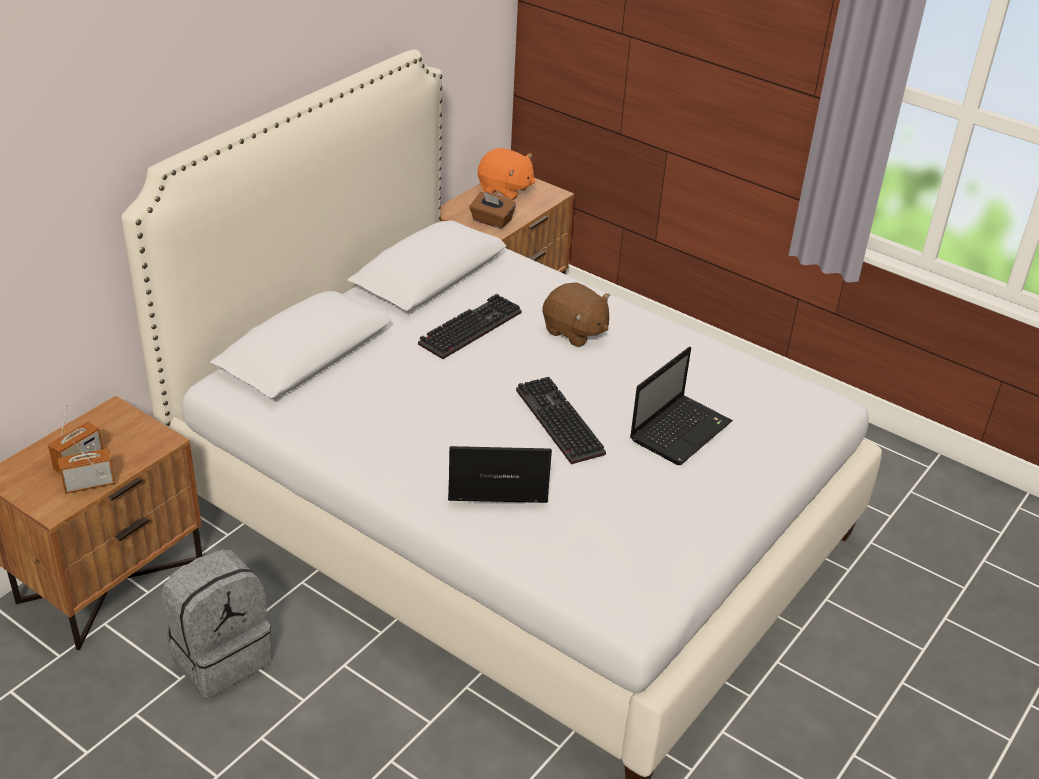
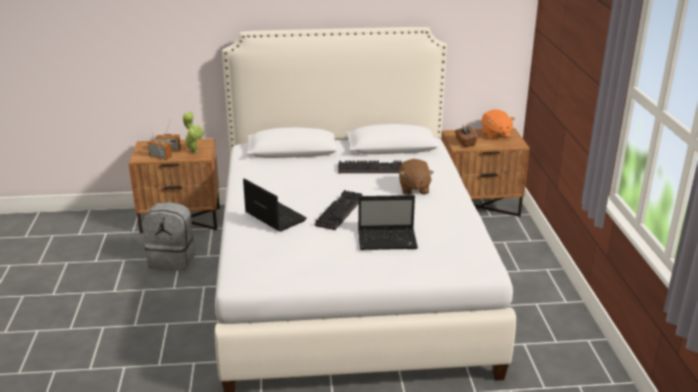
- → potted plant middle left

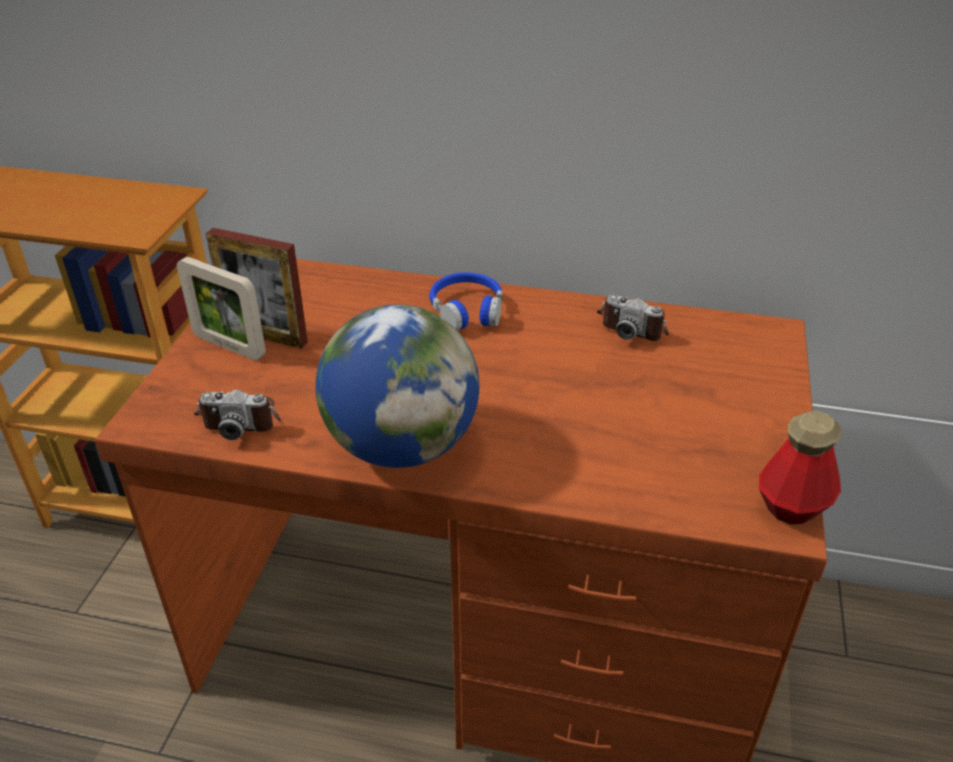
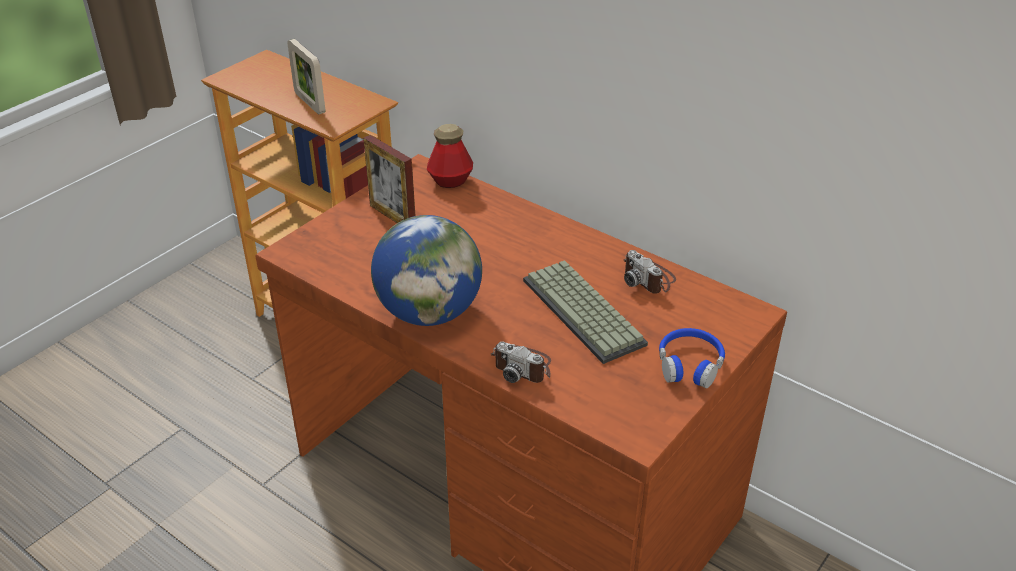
picture frame (1st from left) middle left → picture frame (1st from left) top left, move
photo camera (1st from left) middle left → photo camera (1st from left) centre, move
headphones (bluish) centre → headphones (bluish) middle right, move
bottle middle right → bottle top centre, move
- → computer keyboard centre

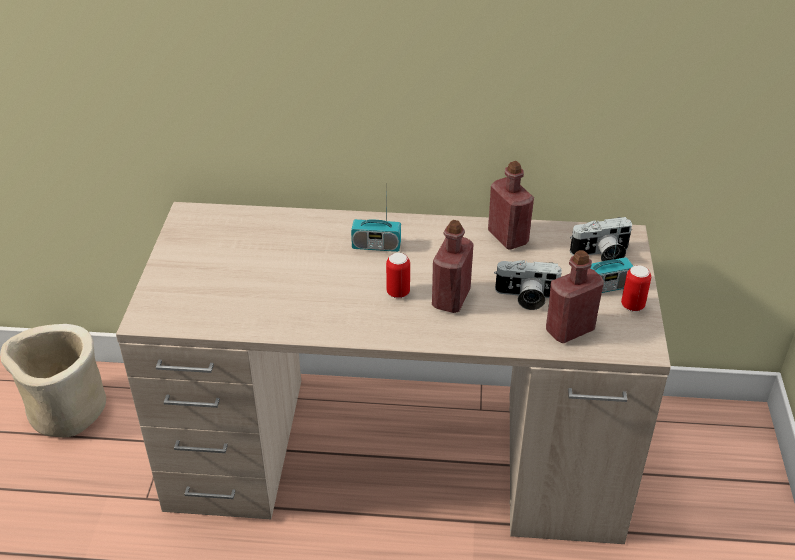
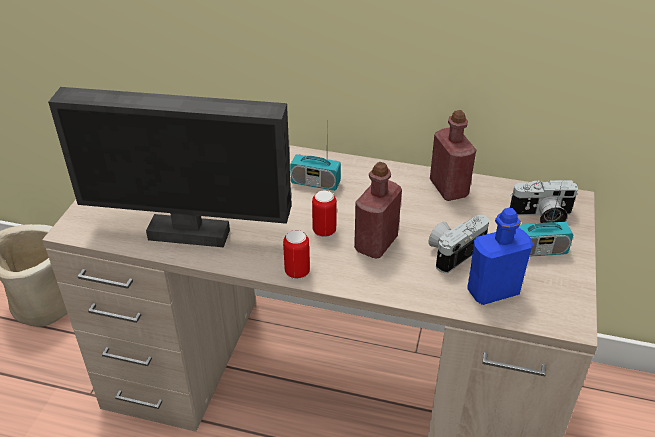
photo camera (1st from left) centre → photo camera (1st from left) middle right, 120 degrees clockwise
bottle (red-coloured) (3rd from left) middle right → bottle (bluish) middle right
metal can (2nd from left in the first image) middle right → metal can (1st from left) centre, move
- → monitor middle left

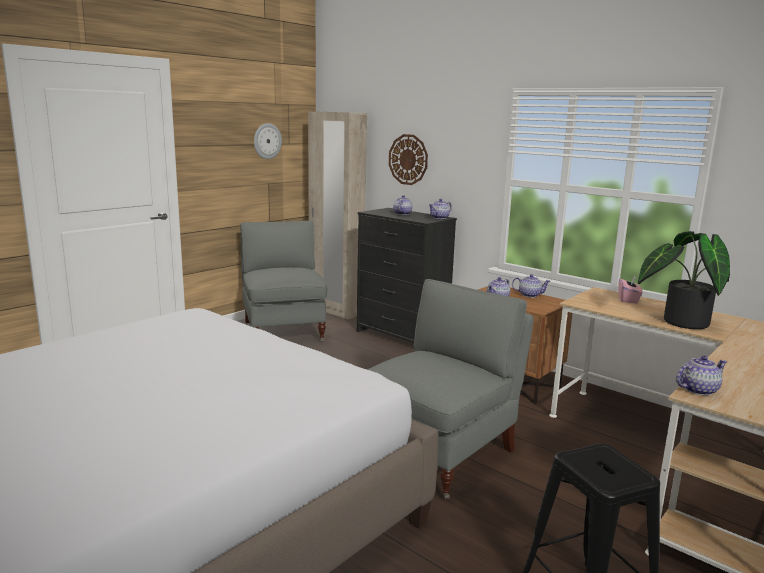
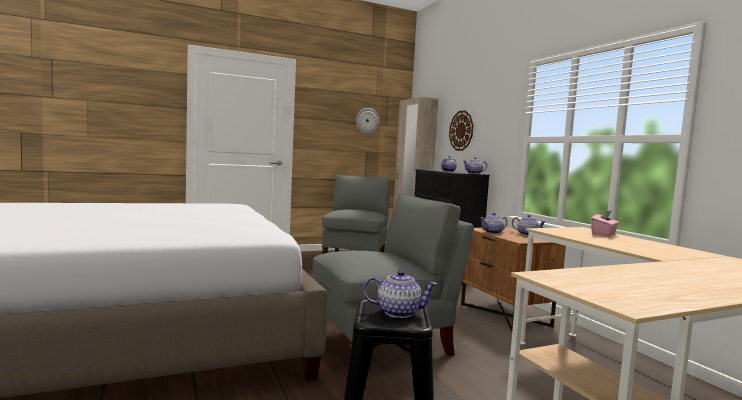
potted plant middle right → -
tea pot (5th from left in the first image) middle right → tea pot (1st from left) bottom centre, move

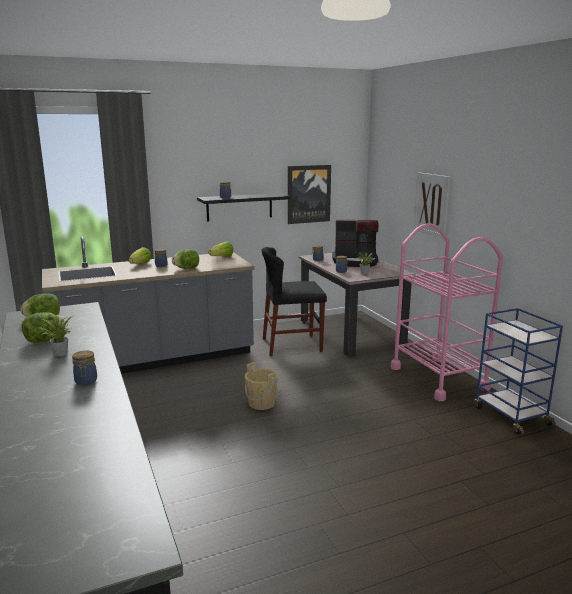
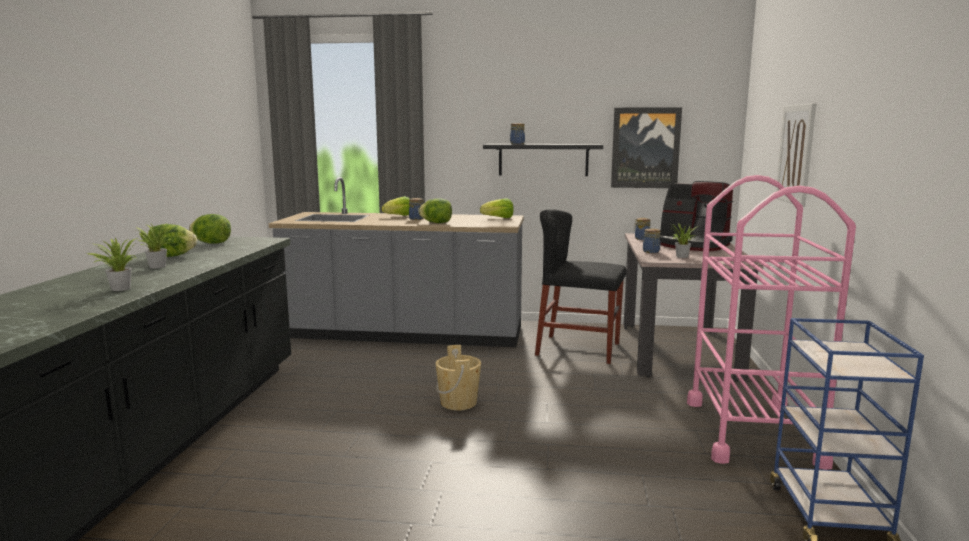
storage jar (1st from left) middle left → potted plant (1st from left) middle left

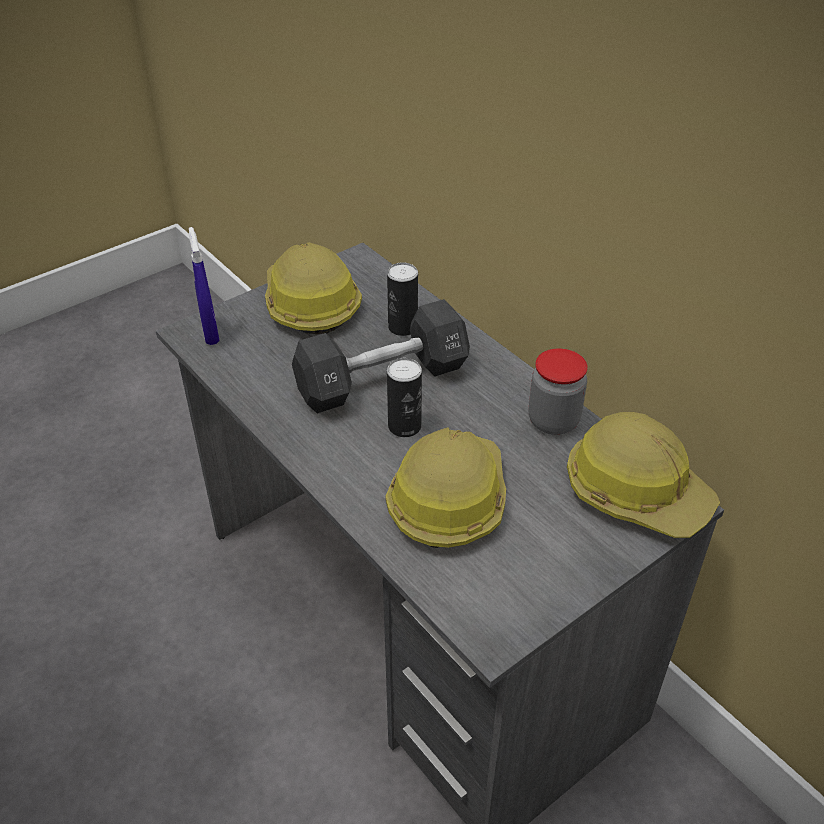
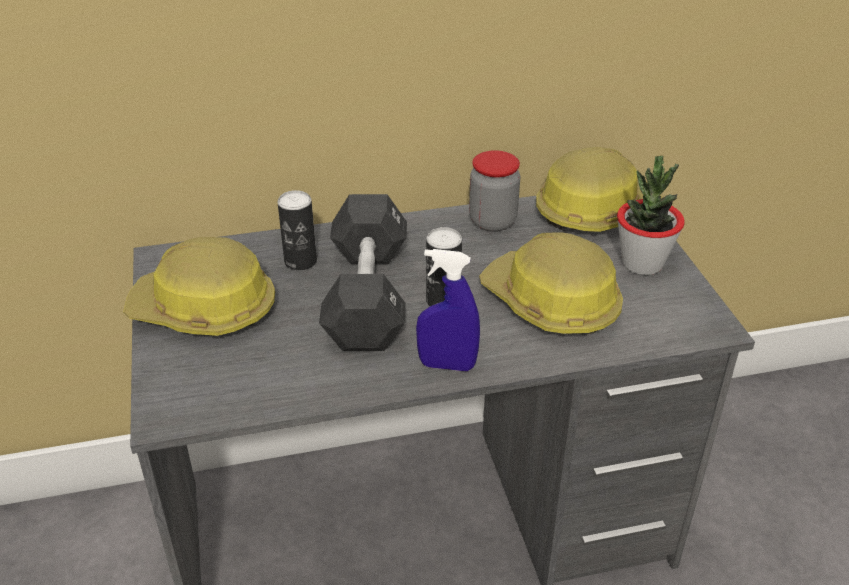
hand sprayer (bluish) middle left → hand sprayer (bluish) centre, move
- → potted plant middle right

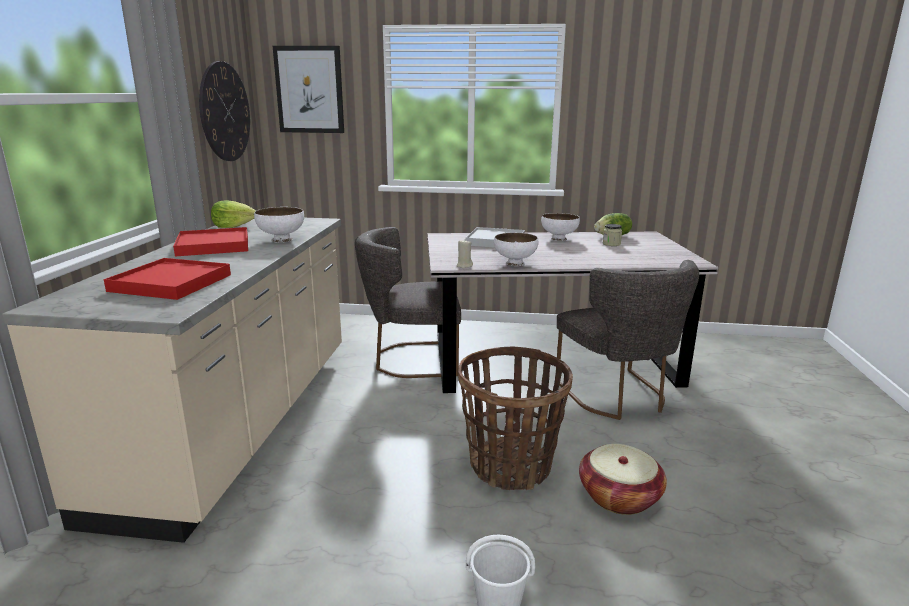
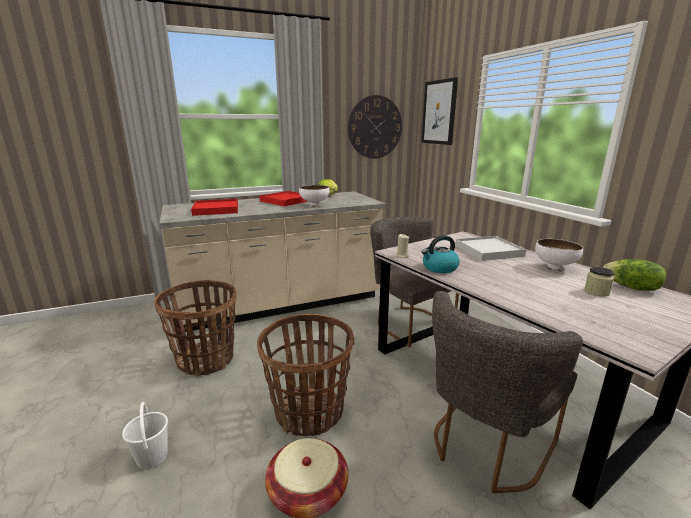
serving bowl (white) (2nd from left) centre → kettle centre
- → household basket (1st from left) middle left

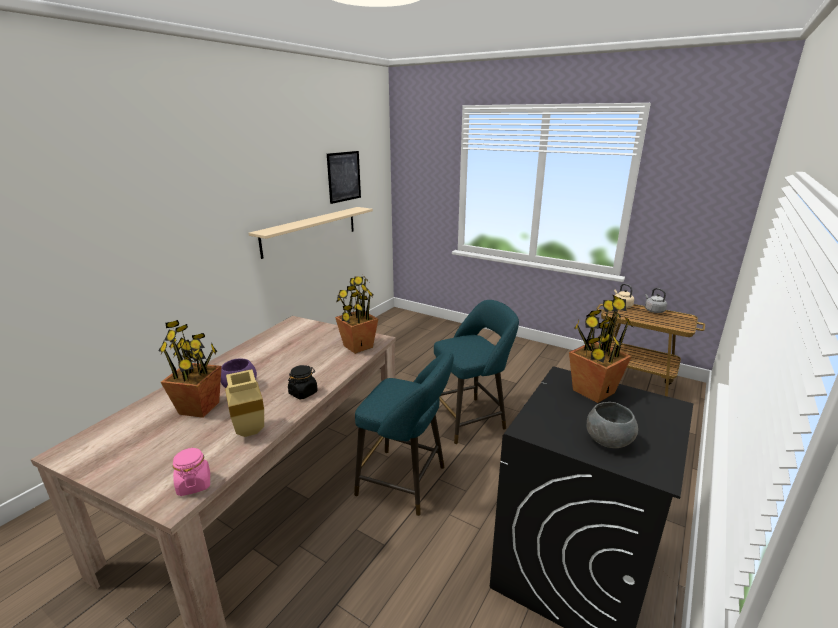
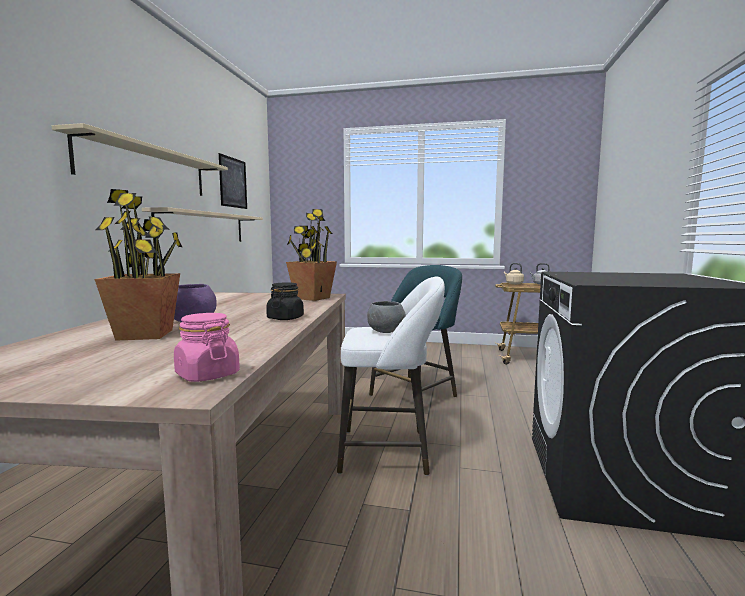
flower vase (sand-coloured) middle left → -
sitting stool (turquoise-coloured) (1st from left) bottom centre → sitting stool (white) centre
potted plant (3rd from left) middle right → -
serving bowl (grey) bottom right → serving bowl (grey) centre, move
- → bracket shelf (sand-coloured) (1st from left) top left

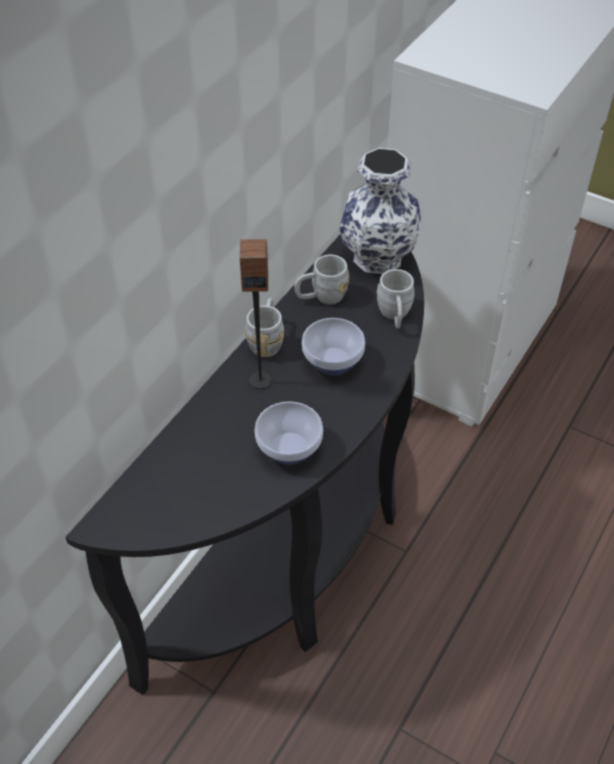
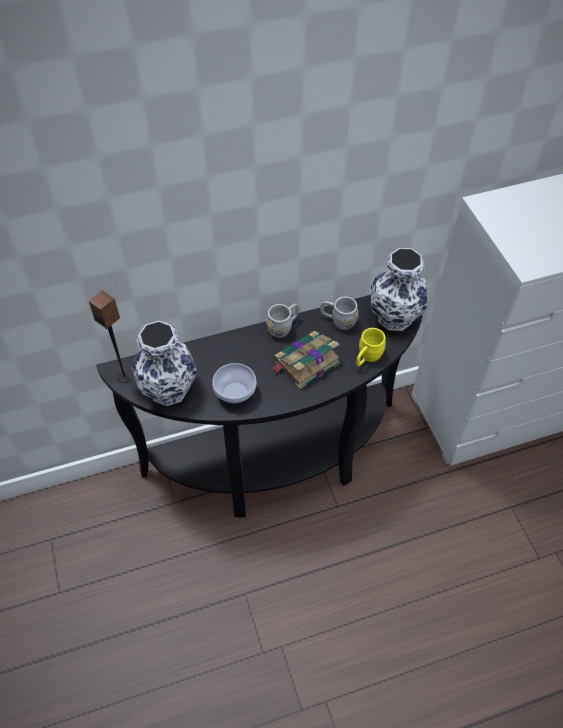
audio speaker centre → audio speaker middle left, move
serving bowl (2nd from left) centre → volume centre
tea mug (grey) (3rd from left) centre → tea mug (yellow) centre
- → flower vase (1st from left) middle left

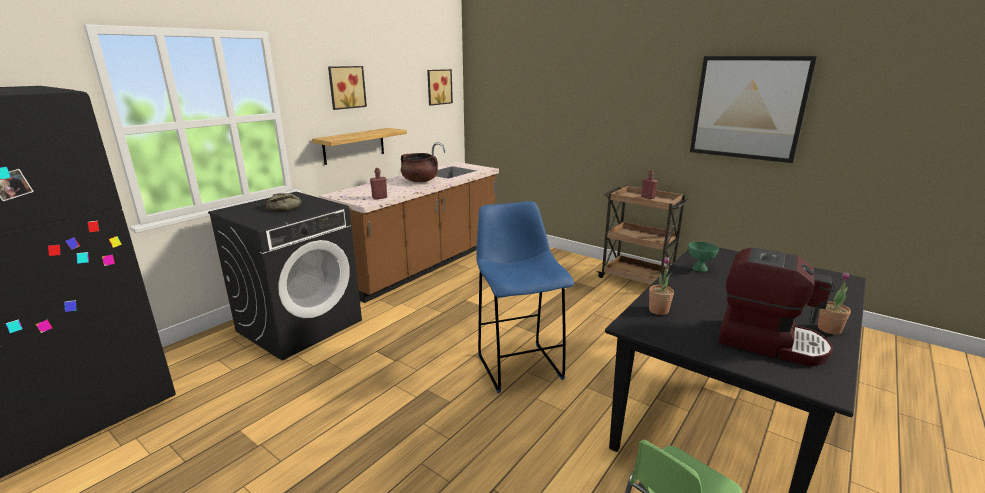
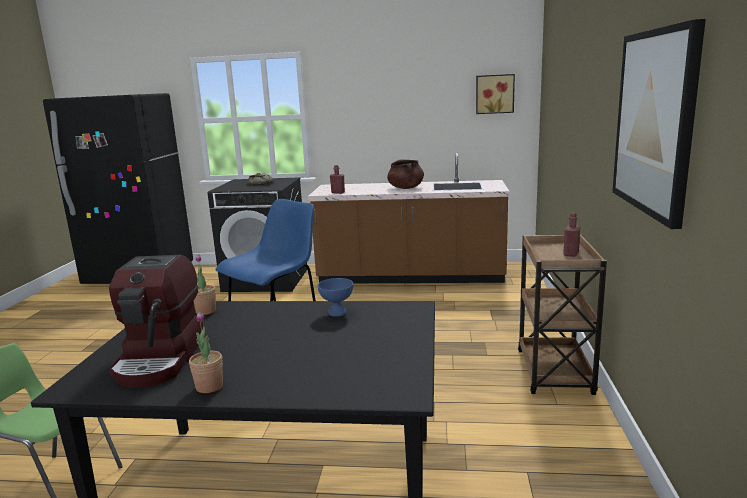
bracket shelf top centre → -
wall picture (1st from left) top centre → -
serving bowl (green-coloured) middle right → serving bowl (bluish) centre

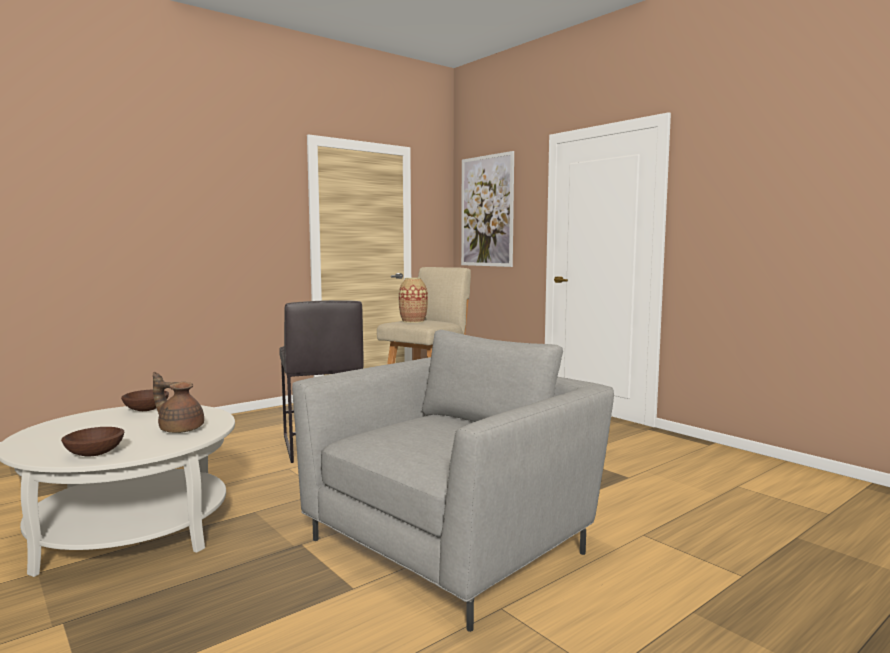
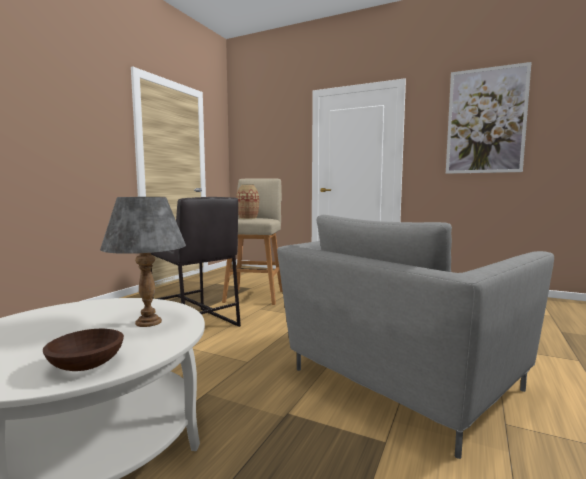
serving bowl (brownish) (2nd from left) middle left → -
tea pot (brownish) middle left → lamp for a table (grey) middle left
easy chair (grey) bottom centre → easy chair (grey) bottom right, 150 degrees counterclockwise
wall picture top centre → wall picture top right, move

